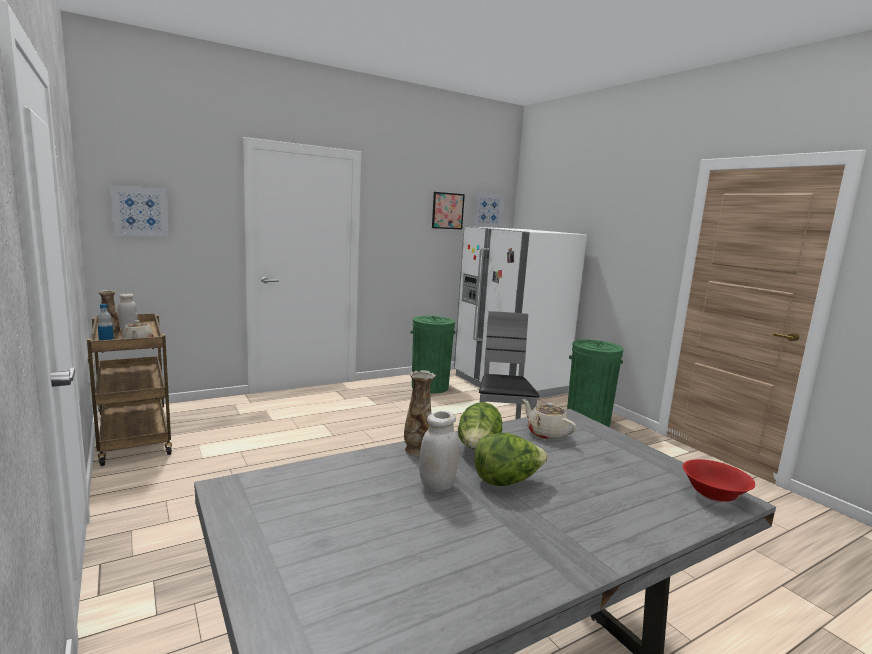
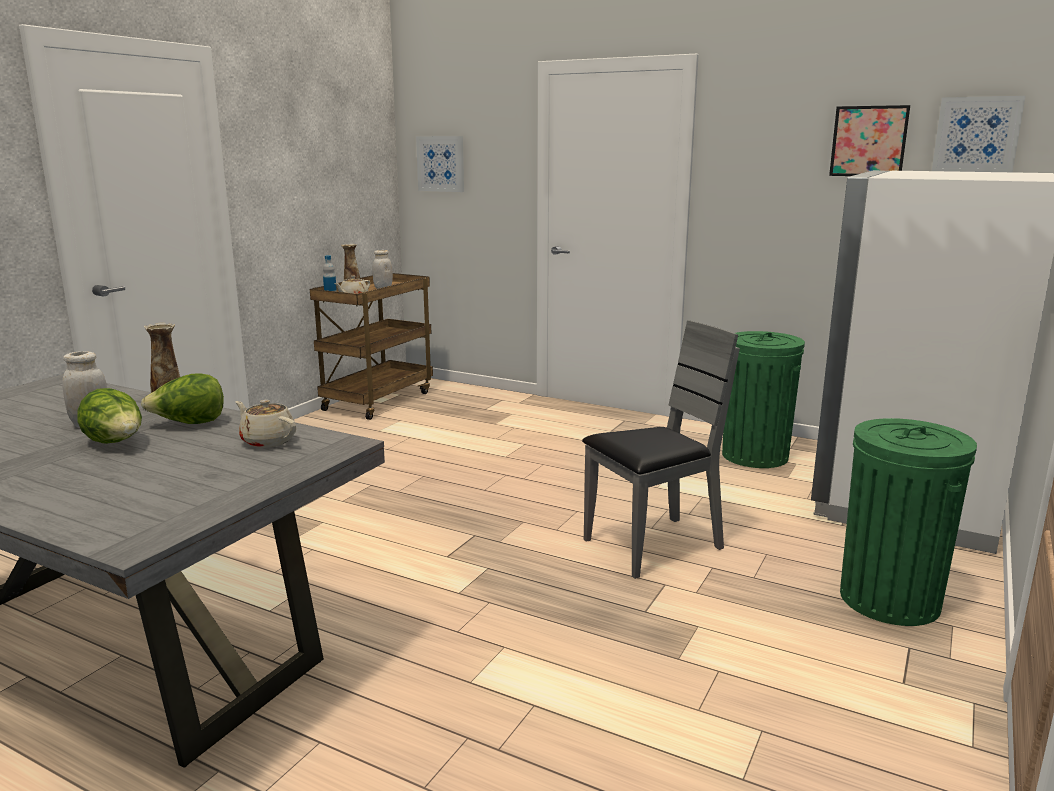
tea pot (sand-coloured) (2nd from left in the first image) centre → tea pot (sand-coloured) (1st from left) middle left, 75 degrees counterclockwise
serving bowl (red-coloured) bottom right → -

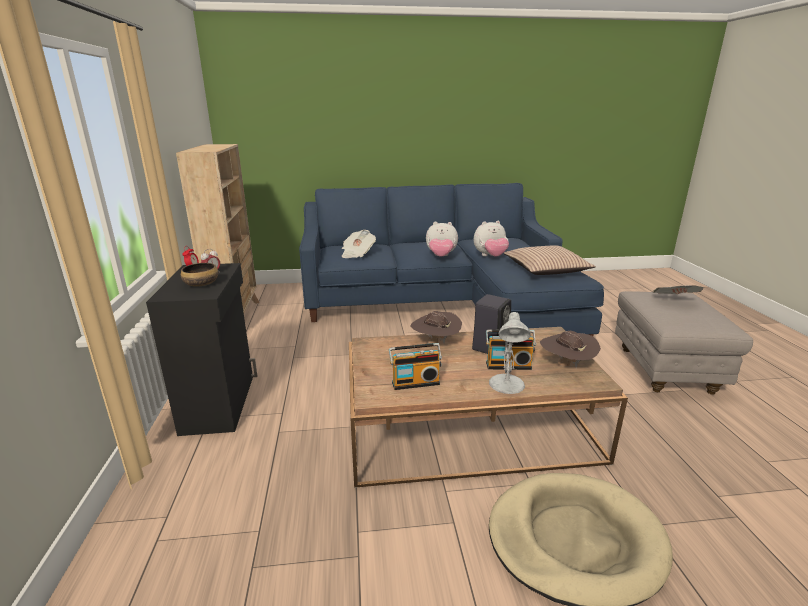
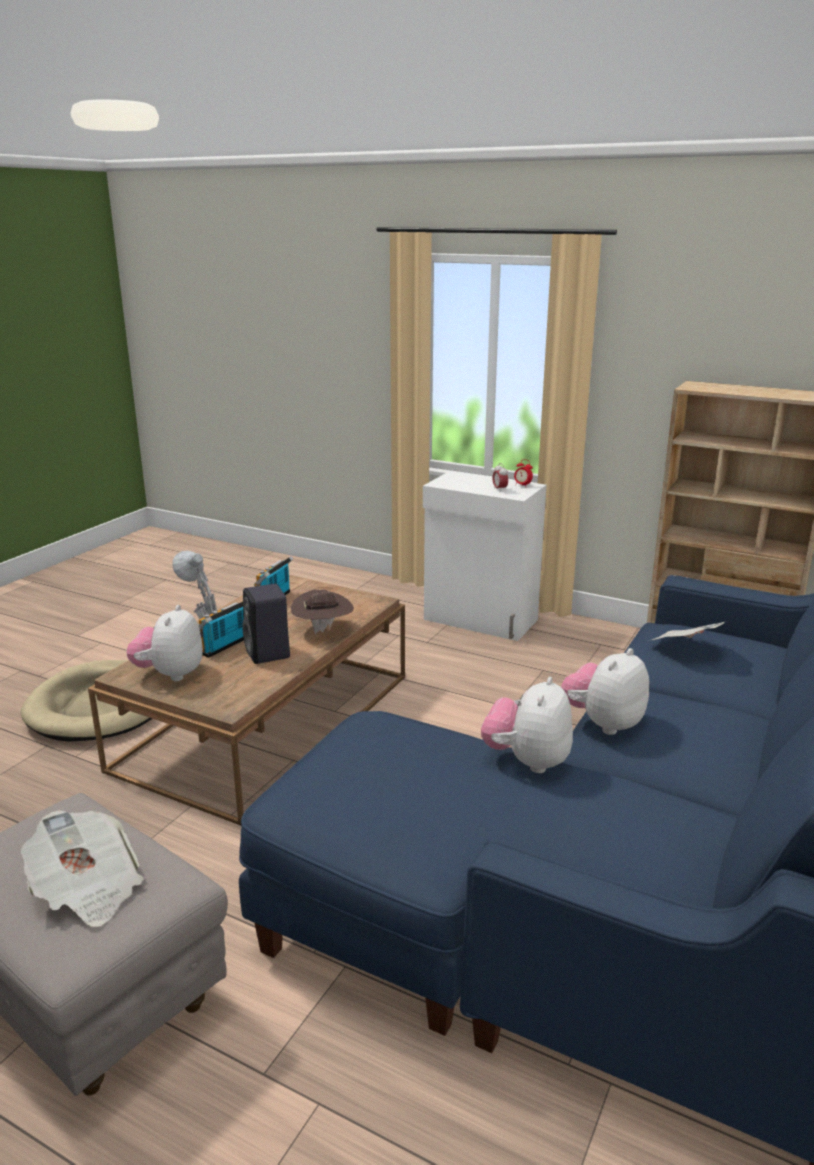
cabinet (black-coloured) middle left → cabinet (white) centre
serving bowl middle left → -
throw pillow middle right → -
hat (brownish) (2nd from left) middle right → plush toy (1st from left) middle left

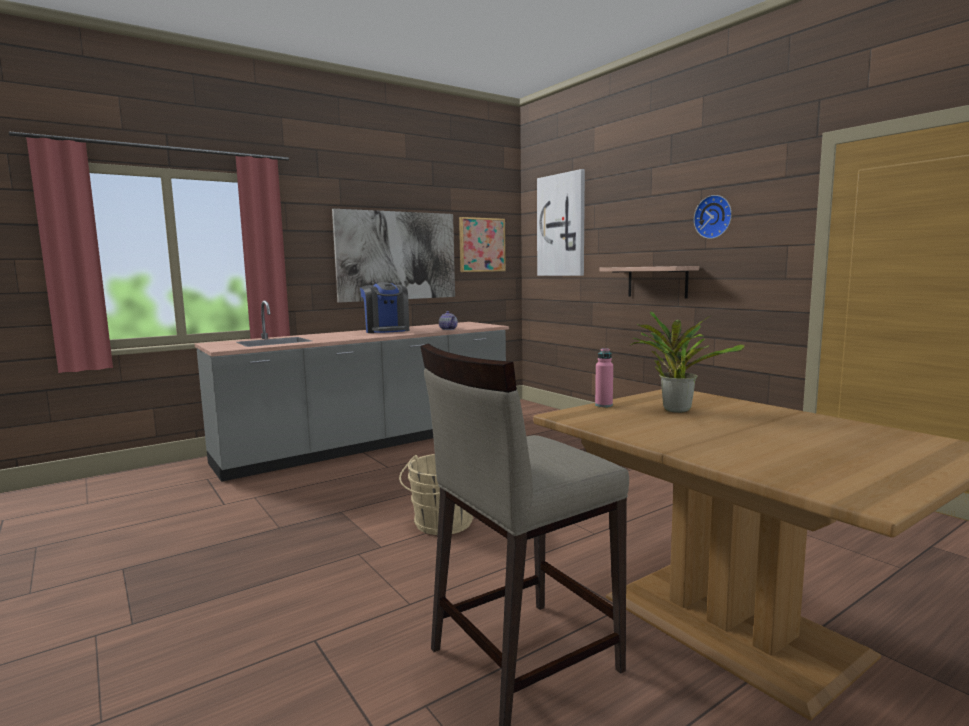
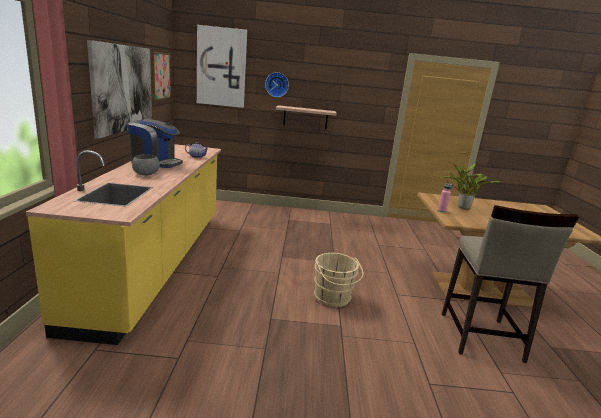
counter (grey) centre → counter (yellow) middle left
clock on the wall top right → clock on the wall top centre, move
- → serving bowl (grey) middle left

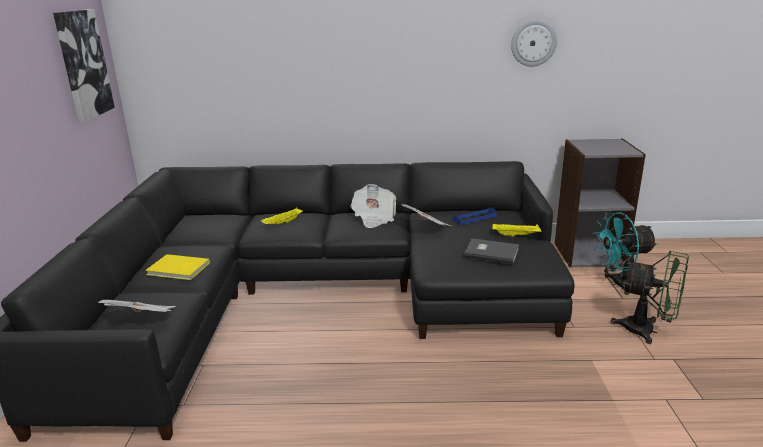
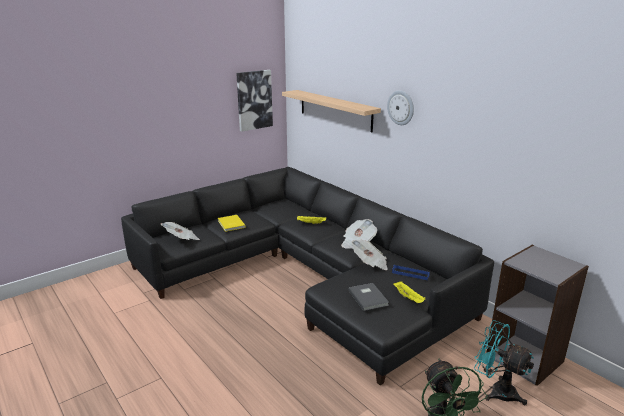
clock on the wall top right → clock on the wall top centre, move
- → bracket shelf top centre

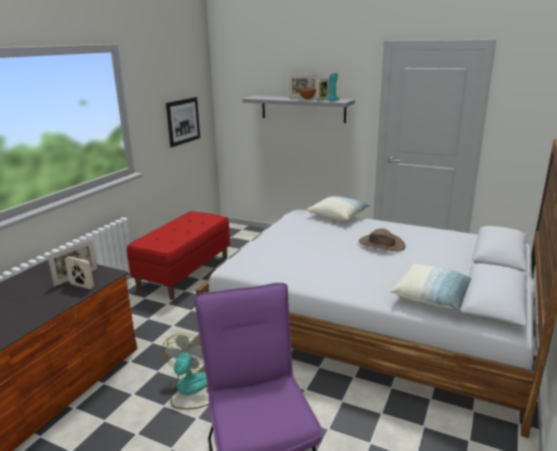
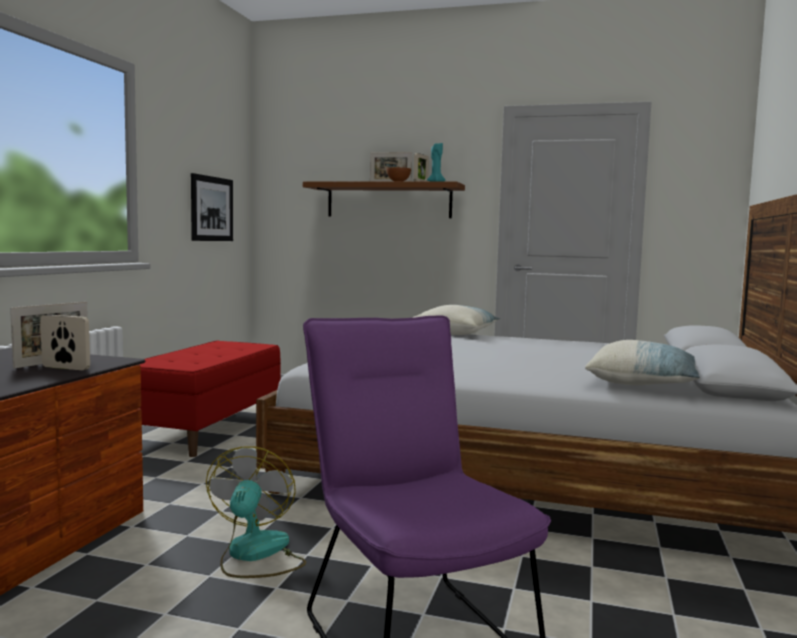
bracket shelf (grey) top centre → bracket shelf (brownish) top centre
hat (brownish) middle right → -

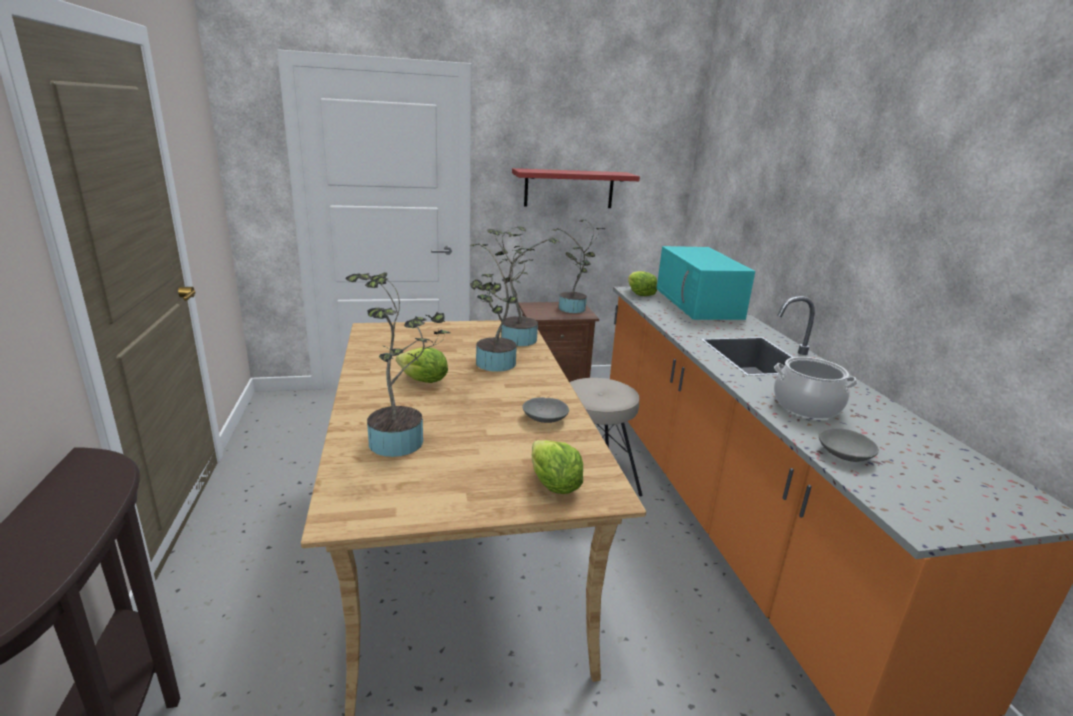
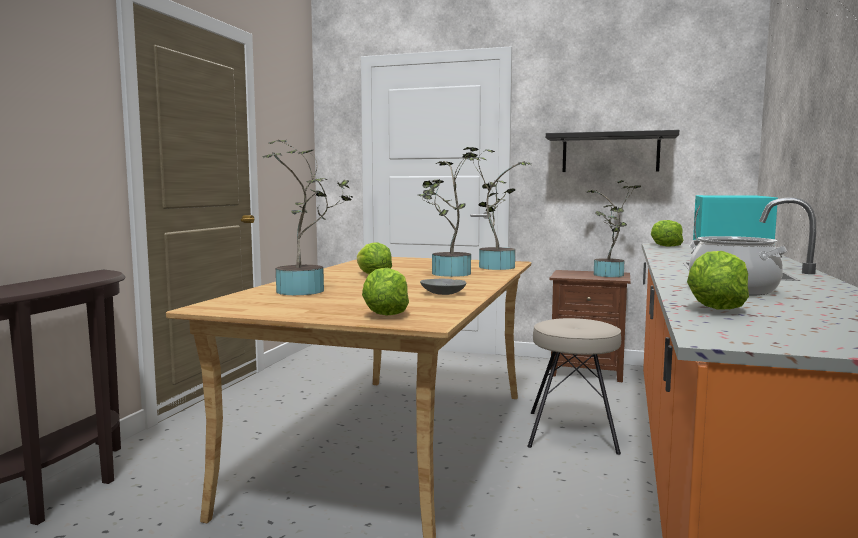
bracket shelf (red-coloured) top centre → bracket shelf (black-coloured) top right
serving bowl (grey) (2nd from left) middle right → lettuce (4th from left) middle right

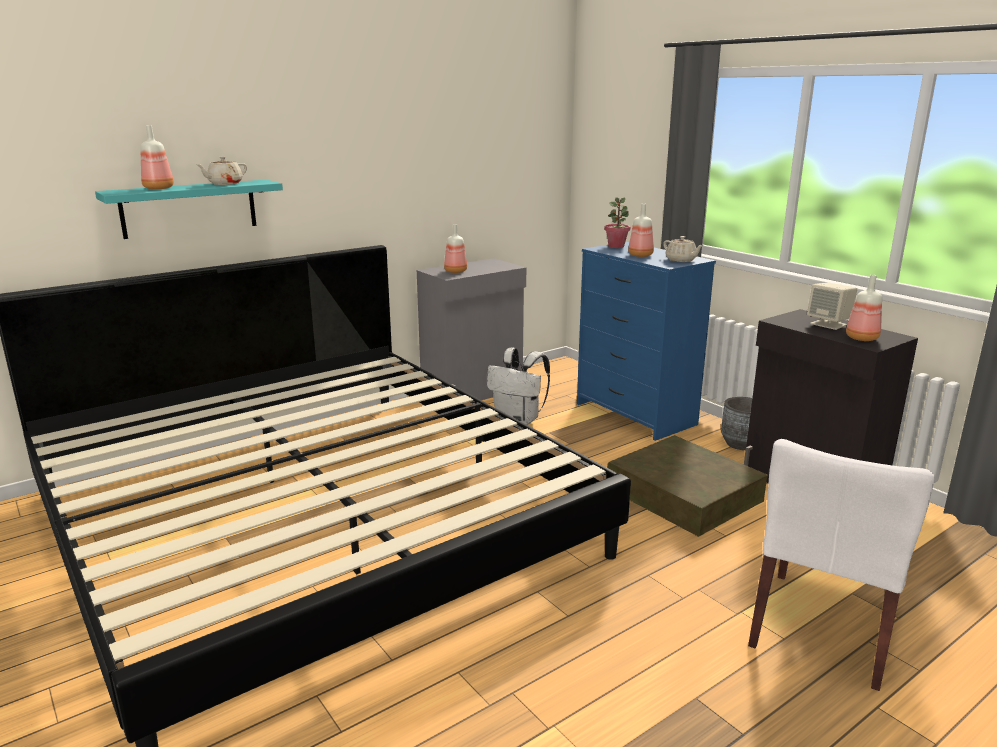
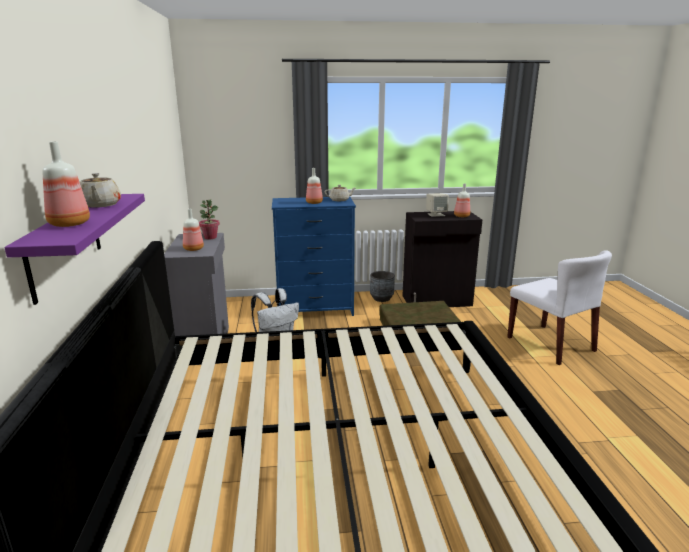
bracket shelf (turquoise-coloured) top left → bracket shelf (purple) middle left
potted plant top centre → potted plant middle left, move

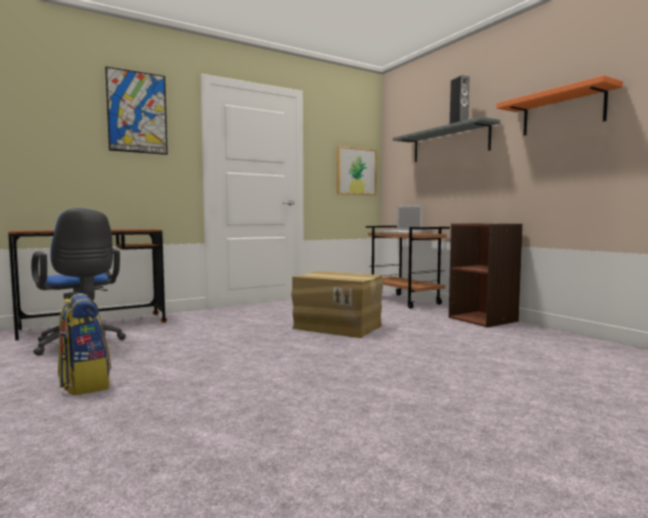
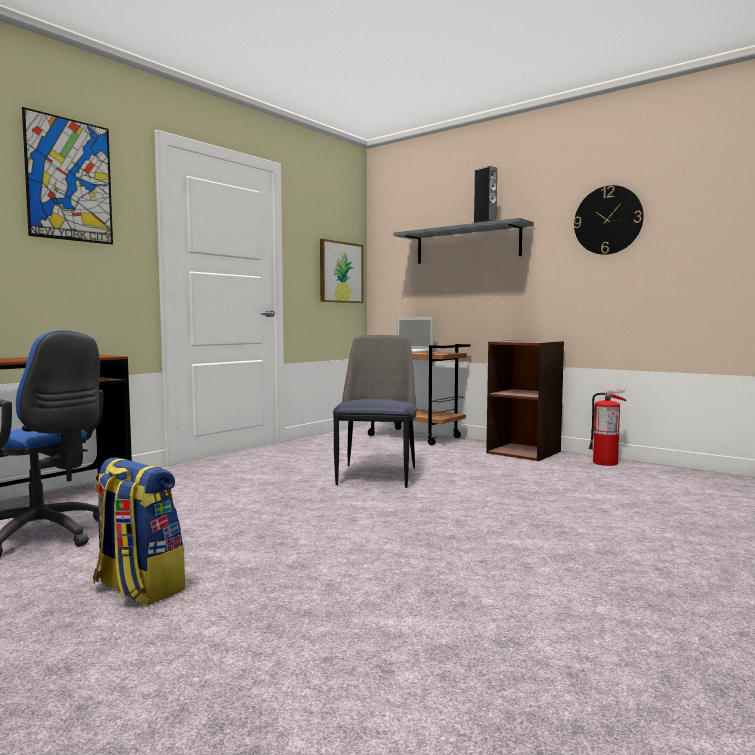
packing box centre → chair centre
bracket shelf (orangey) top right → clock on the wall top right
- → fire extinguisher middle right

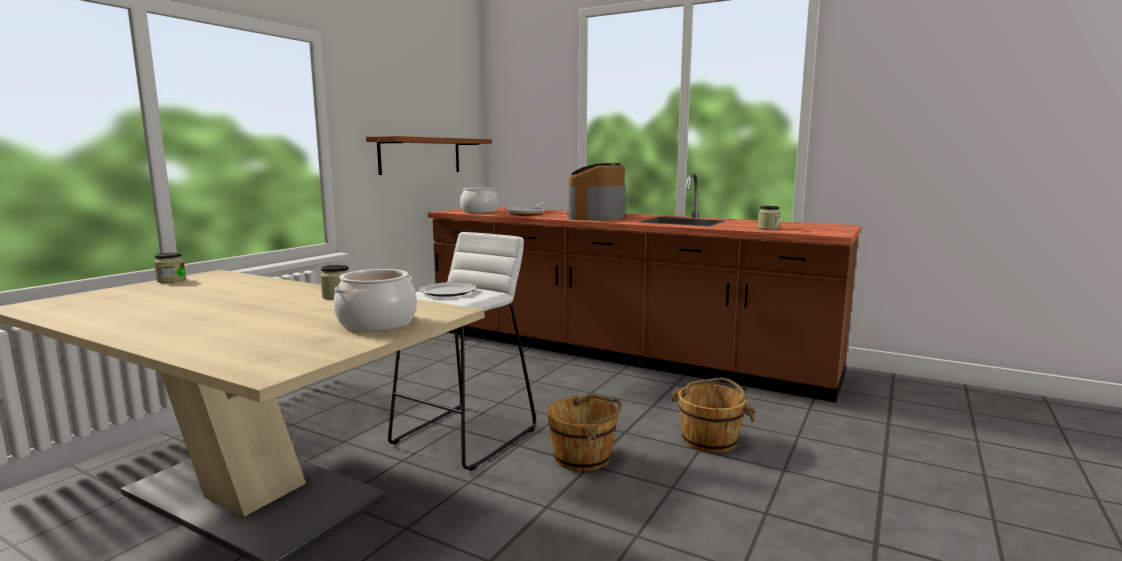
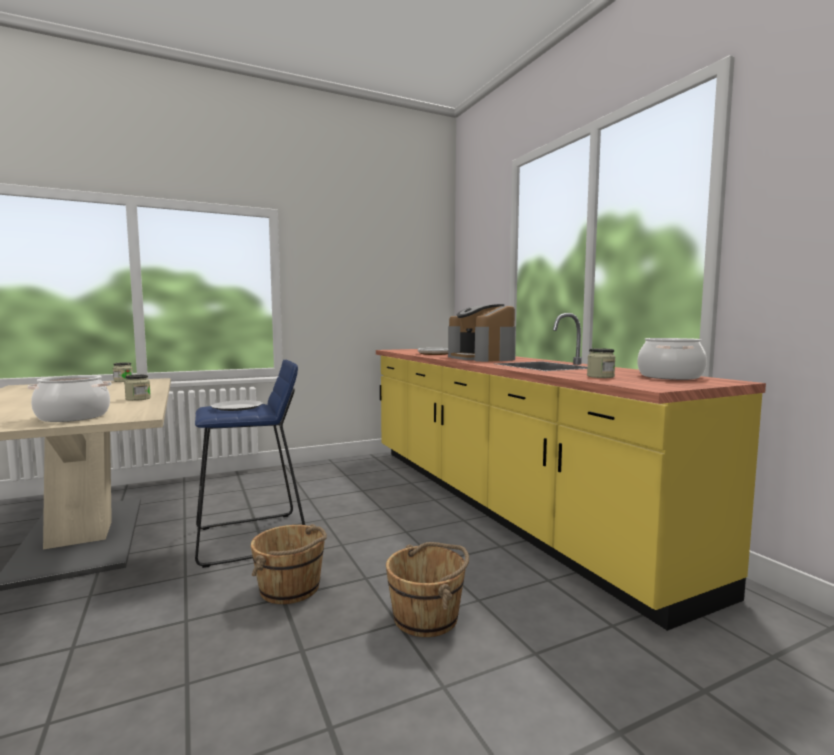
bracket shelf top centre → -
sitting stool (white) centre → sitting stool (bluish) middle left
counter (brownish) centre → counter (yellow) middle right
stockpot (2nd from left) centre → stockpot (2nd from left) middle right, move
coffee machine centre, 75 degrees counterclockwise

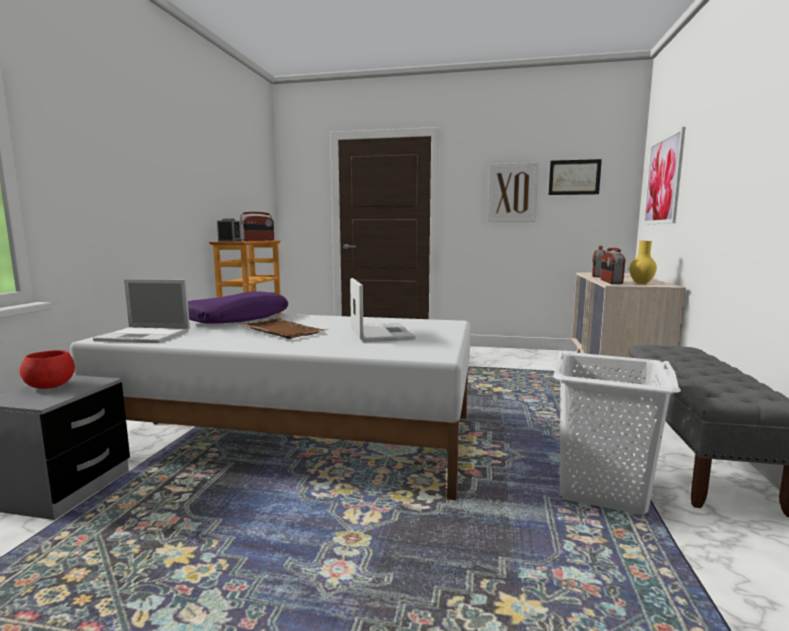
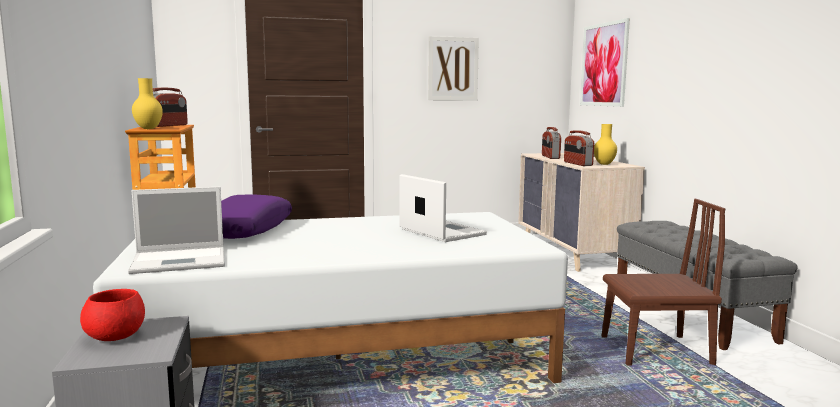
table clock middle left → flower vase (yellow) (1st from left) top left
tray (brownish) centre → -
wall picture (2nd from left) top right → -
hamper (white) bottom right → chair (brownish) bottom right

